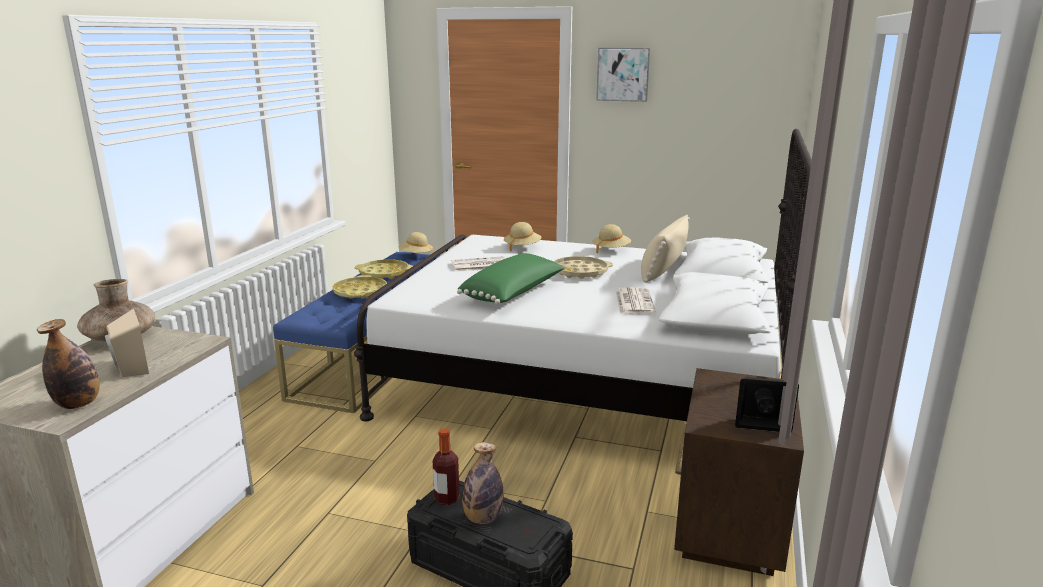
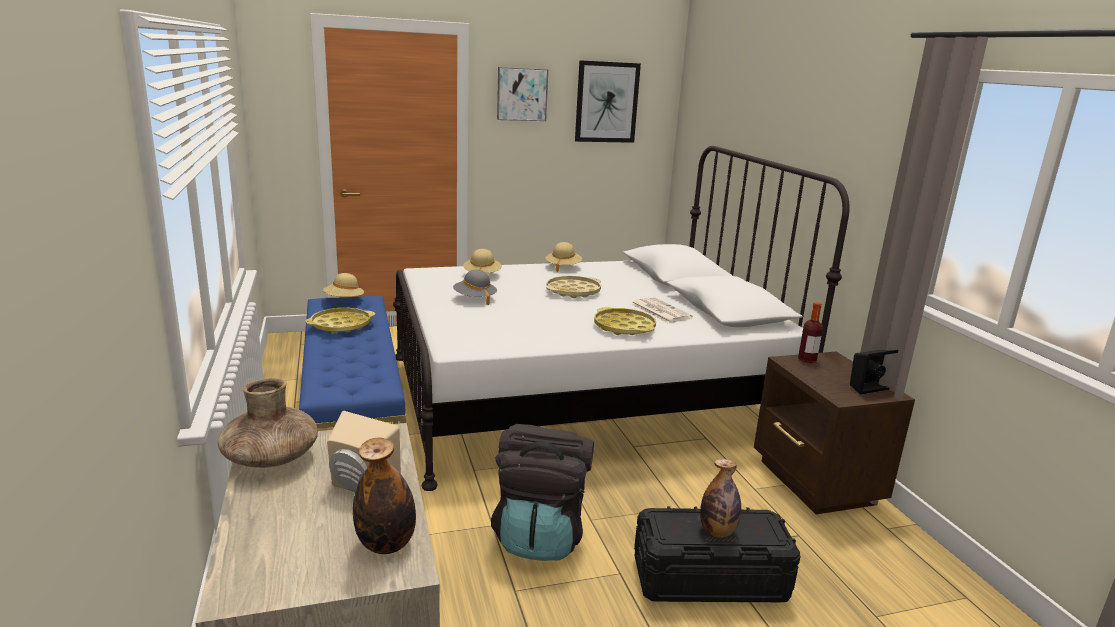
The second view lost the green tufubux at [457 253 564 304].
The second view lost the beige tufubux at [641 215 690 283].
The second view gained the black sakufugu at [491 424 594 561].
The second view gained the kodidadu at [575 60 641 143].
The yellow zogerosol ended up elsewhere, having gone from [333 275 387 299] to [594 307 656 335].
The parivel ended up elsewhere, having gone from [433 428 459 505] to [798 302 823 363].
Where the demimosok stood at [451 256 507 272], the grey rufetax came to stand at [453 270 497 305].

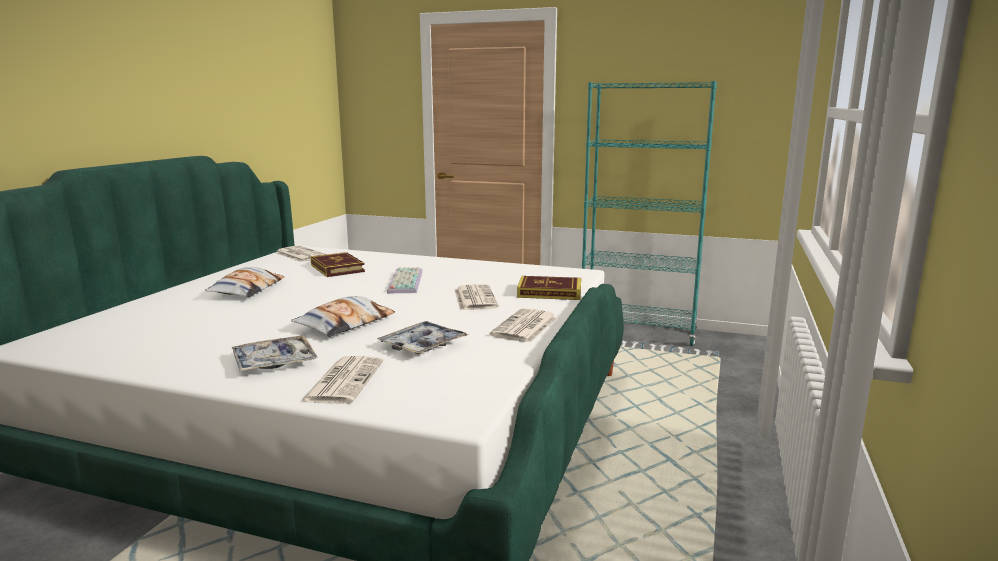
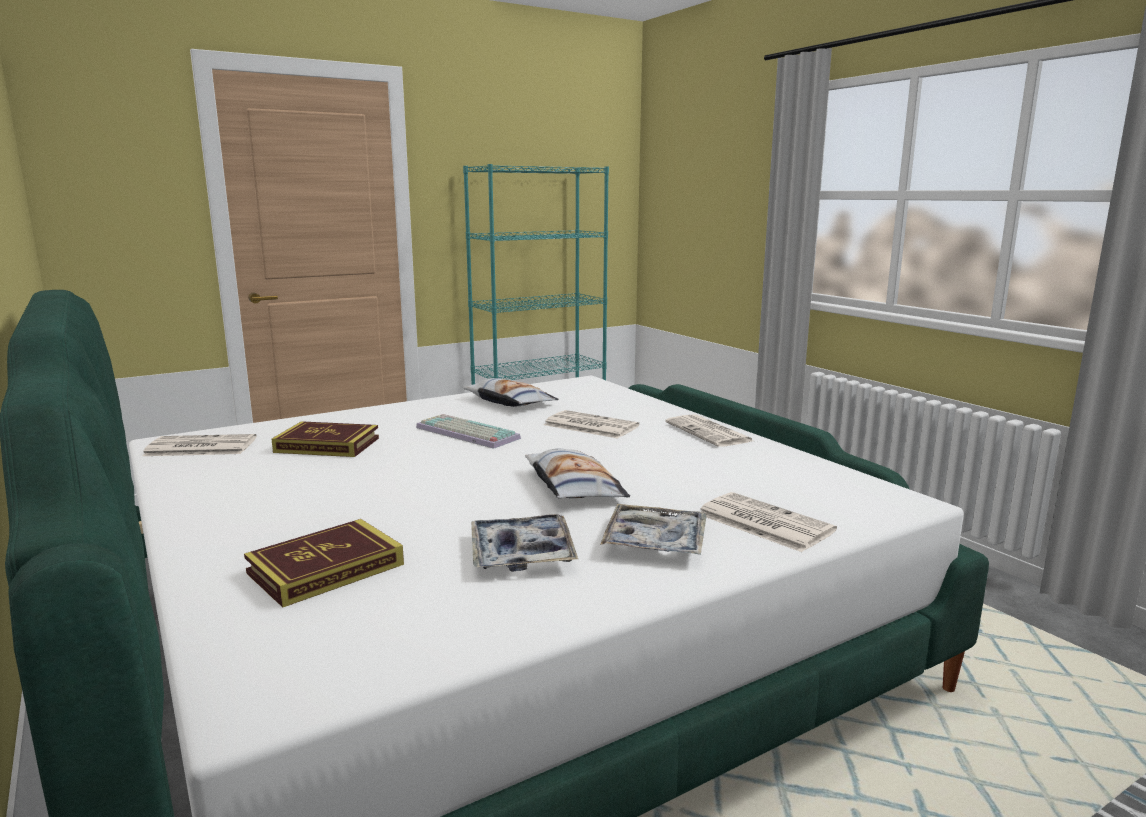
The tufubux ended up elsewhere, having gone from [205 267 285 297] to [463 378 559 407].
The zogerosol ended up elsewhere, having gone from [377 321 468 355] to [471 514 578 572].
The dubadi ended up elsewhere, having gone from [517 276 581 300] to [244 519 404 608].

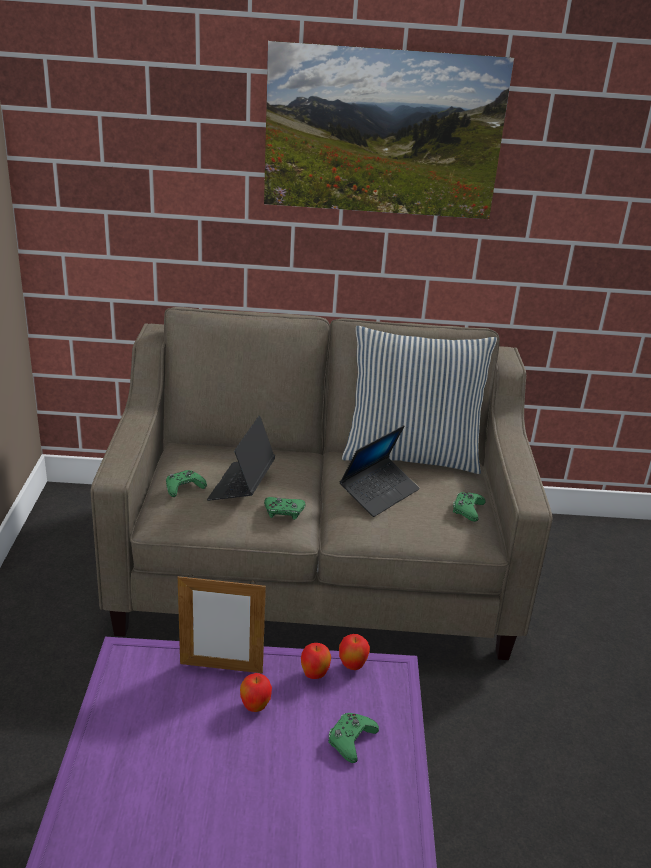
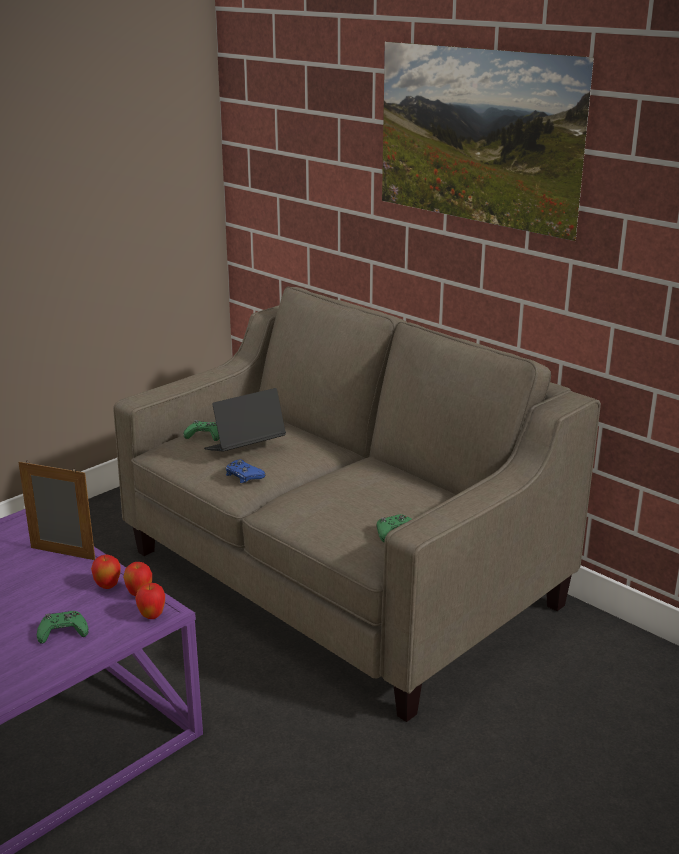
The second view lost the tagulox at [340 425 420 517].
The second view lost the tufubux at [342 326 497 474].
The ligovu ended up elsewhere, having gone from [240 673 272 712] to [135 583 165 619].
What was the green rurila at [264 497 306 520] turned into the blue rurila at [226 460 265 483].
The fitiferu at [178 574 266 673] ended up facing another way, 150 degrees clockwise from before.

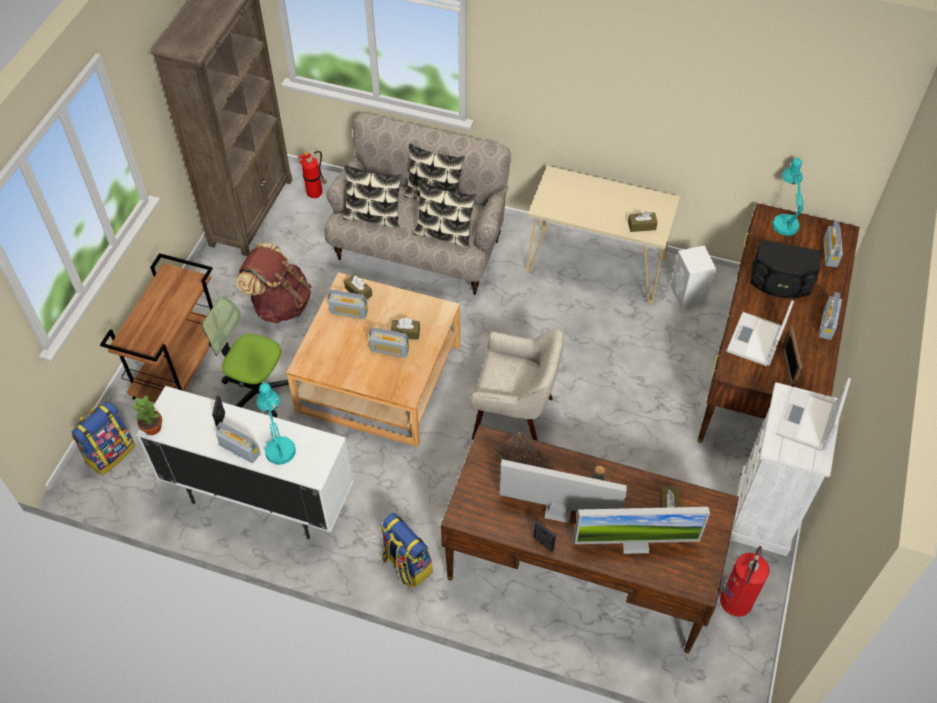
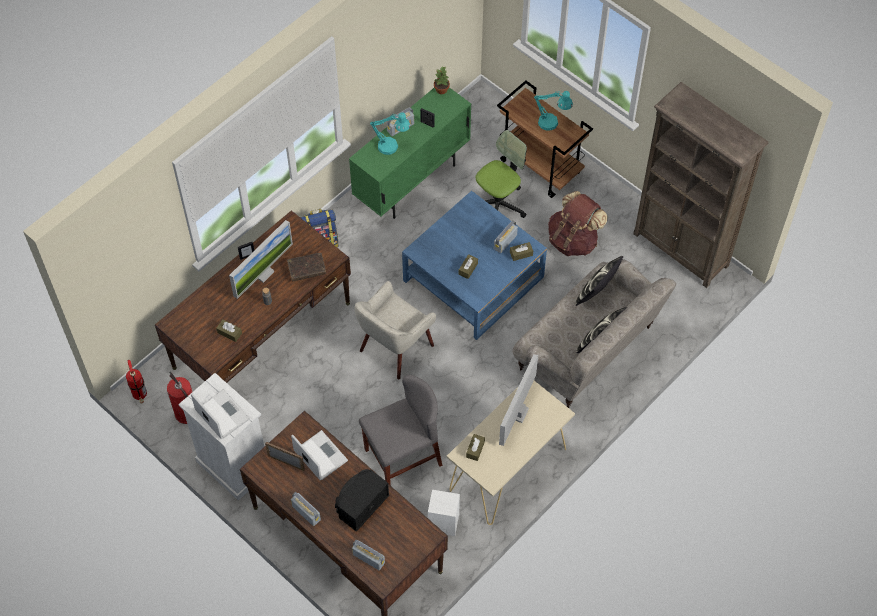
The second view lost the sakufugu at [71 401 135 475].
The second view lost the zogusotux at [369 327 409 358].
The second view lost the tufubux at [413 181 477 249].
The second view gained the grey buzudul at [359 375 442 486].
The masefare ended up elsewhere, having gone from [298 151 327 198] to [126 360 147 404].
The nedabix ended up elsewhere, having gone from [573 507 710 554] to [499 354 538 446].
The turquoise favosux ended up elsewhere, having gone from [772 158 804 236] to [534 91 573 131].
What was the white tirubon at [137 386 353 539] turned into the green tirubon at [349 87 471 219].
What was the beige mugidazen at [286 272 460 447] turned into the blue mugidazen at [402 191 547 340].

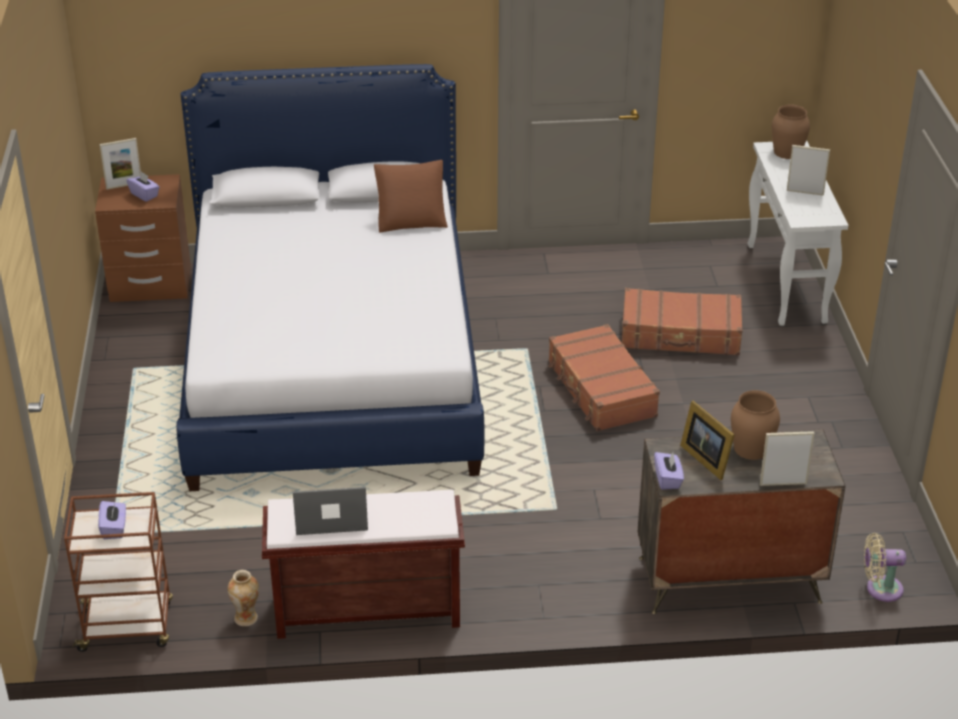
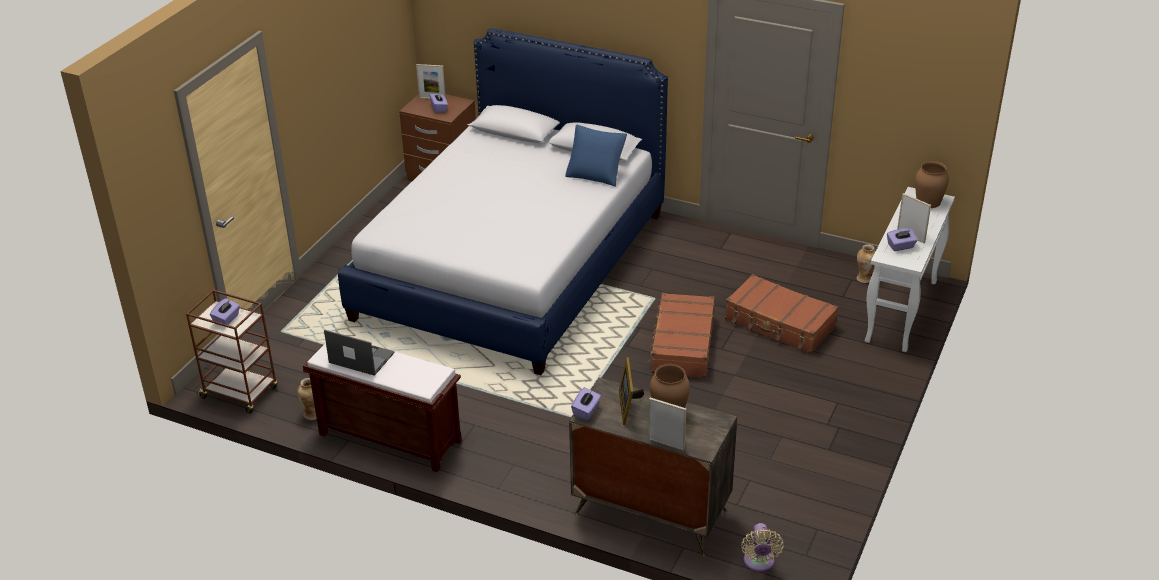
The second view gained the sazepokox at [857 244 876 283].
The second view gained the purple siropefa at [887 228 918 251].
What was the brown tufubux at [374 160 448 232] turned into the blue tufubux at [565 124 627 187].
The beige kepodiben at [864 533 906 602] ended up facing another way, 120 degrees counterclockwise from before.

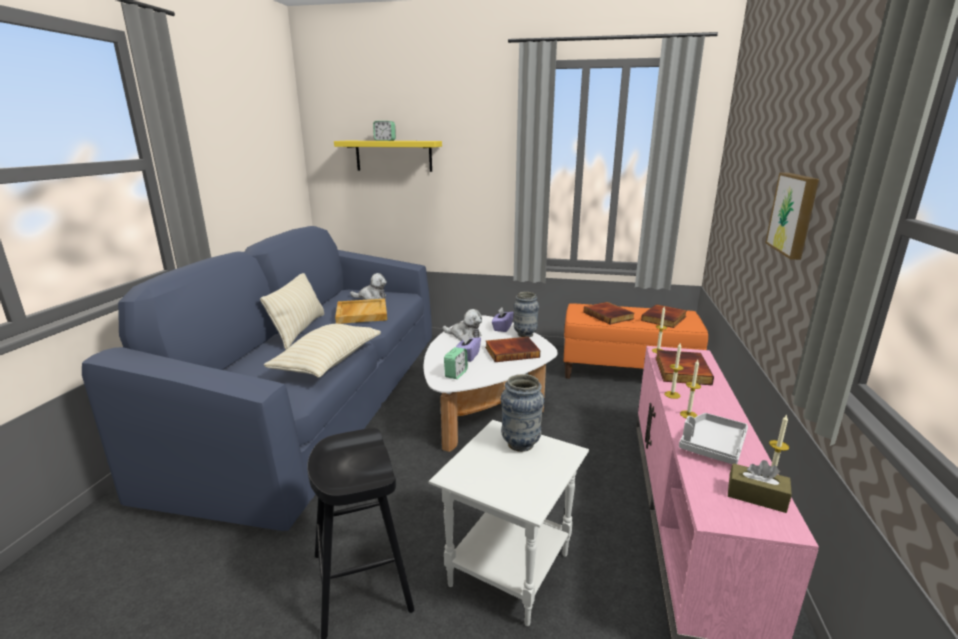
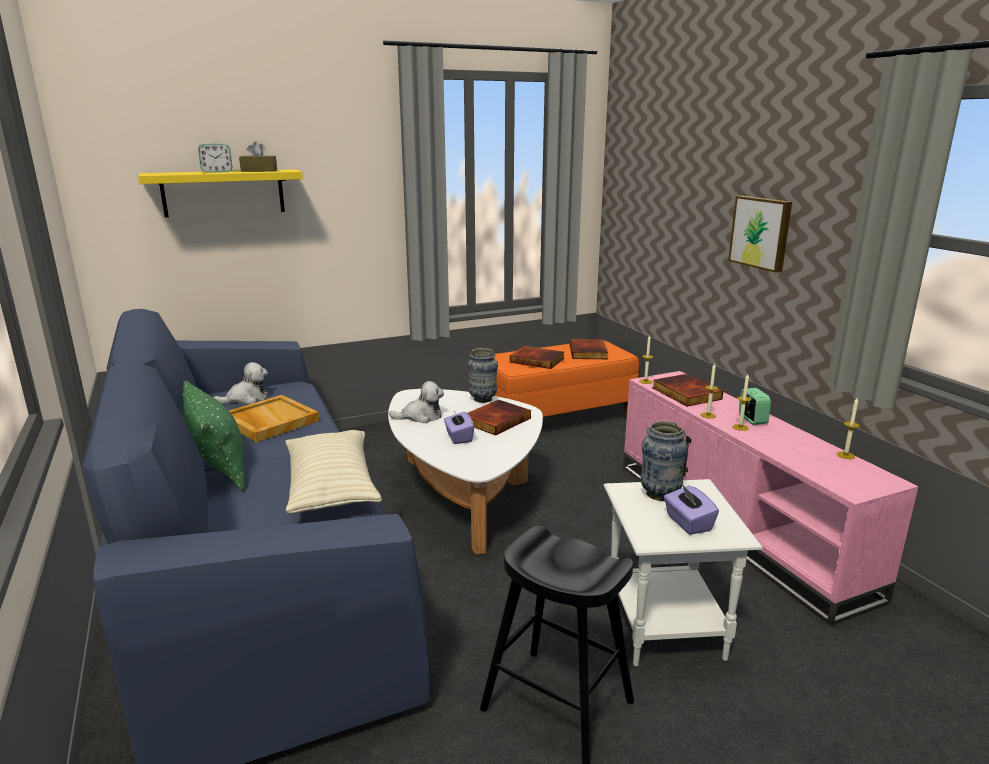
The second view lost the grey zogerosol at [679 413 748 464].
The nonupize ended up elsewhere, having gone from [444 347 468 379] to [739 388 771 425].
The purple siropefa ended up elsewhere, having gone from [492 308 514 332] to [664 484 719 535].
The brown siropefa ended up elsewhere, having gone from [728 460 792 513] to [239 142 277 172].
What was the beige tufubux at [260 273 324 350] turned into the green tufubux at [182 380 245 491].

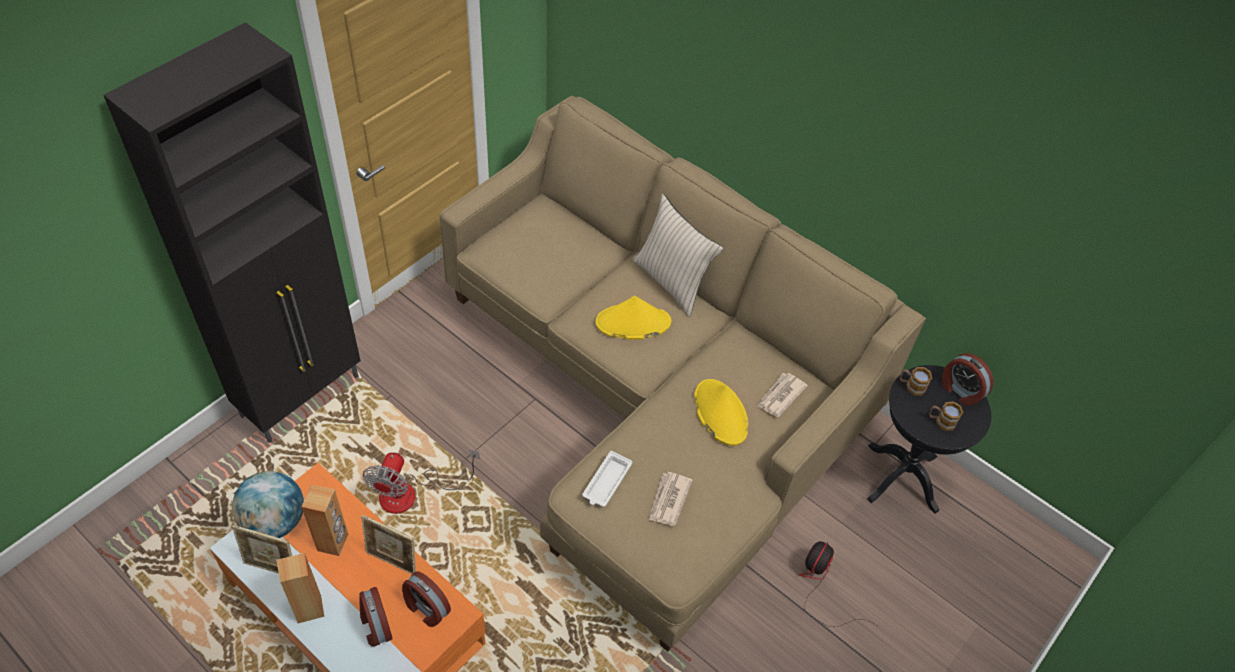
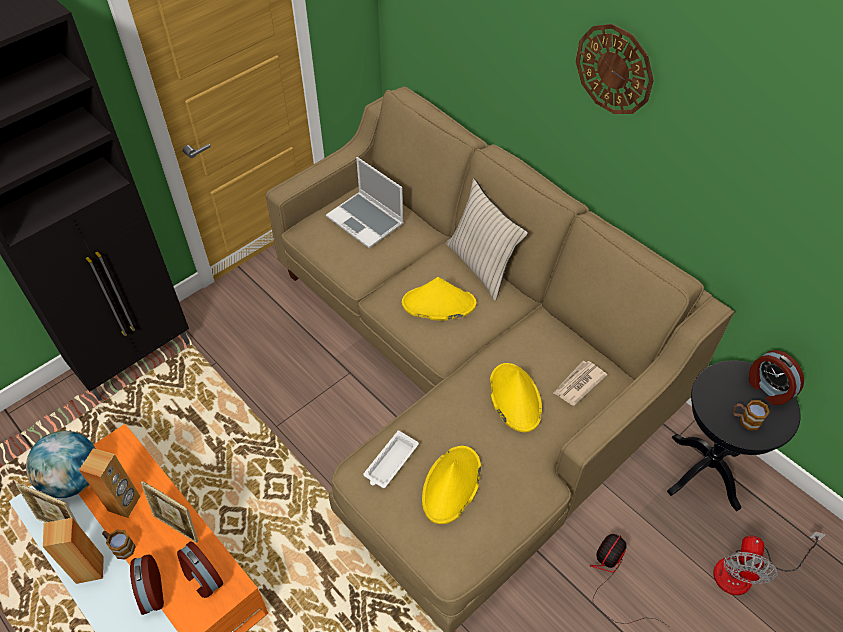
The second view gained the tagulox at [326 157 404 248].
The second view gained the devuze at [576 24 654 114].
The kepodiben ended up elsewhere, having gone from [363 449 480 514] to [713 531 826 595].
The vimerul ended up elsewhere, having gone from [900 367 932 396] to [102 529 136 560].
Where the demimosok stood at [649 472 693 526], the yellow rufetax came to stand at [422 446 481 524].

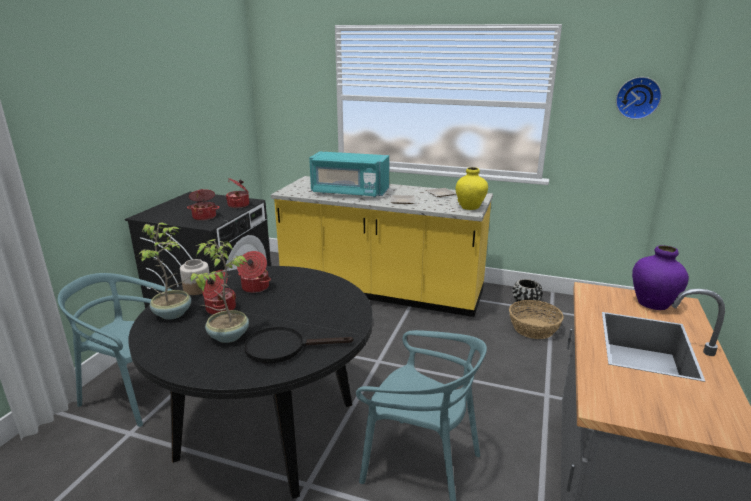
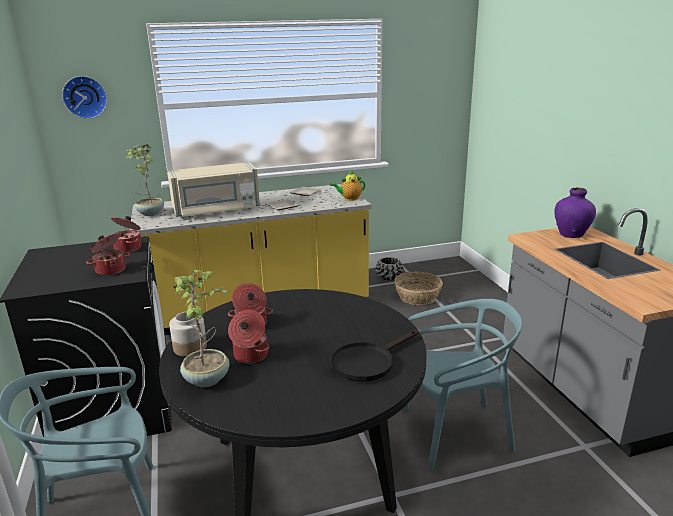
The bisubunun ended up elsewhere, having gone from [190 239 249 343] to [126 144 164 216].
The devuze ended up elsewhere, having gone from [616 77 662 119] to [62 76 107 119].
Where the yellow sazepokox stood at [456 167 488 210], the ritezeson came to stand at [330 170 366 201].
What was the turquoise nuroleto at [309 151 389 198] turned into the beige nuroleto at [167 162 260 217].

